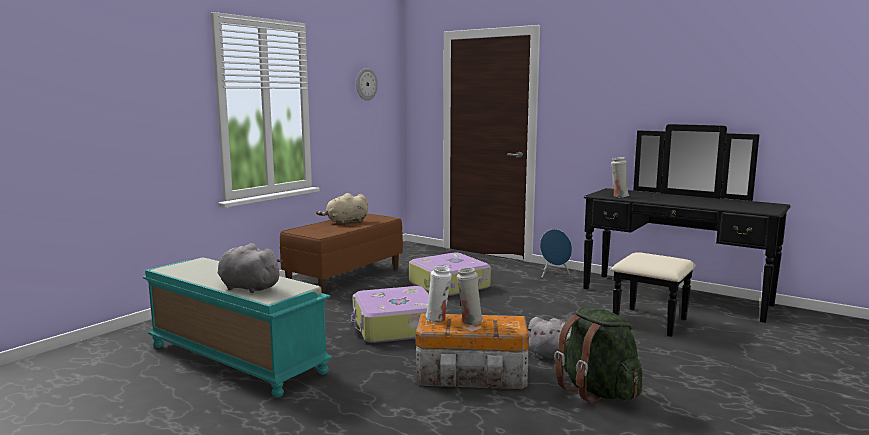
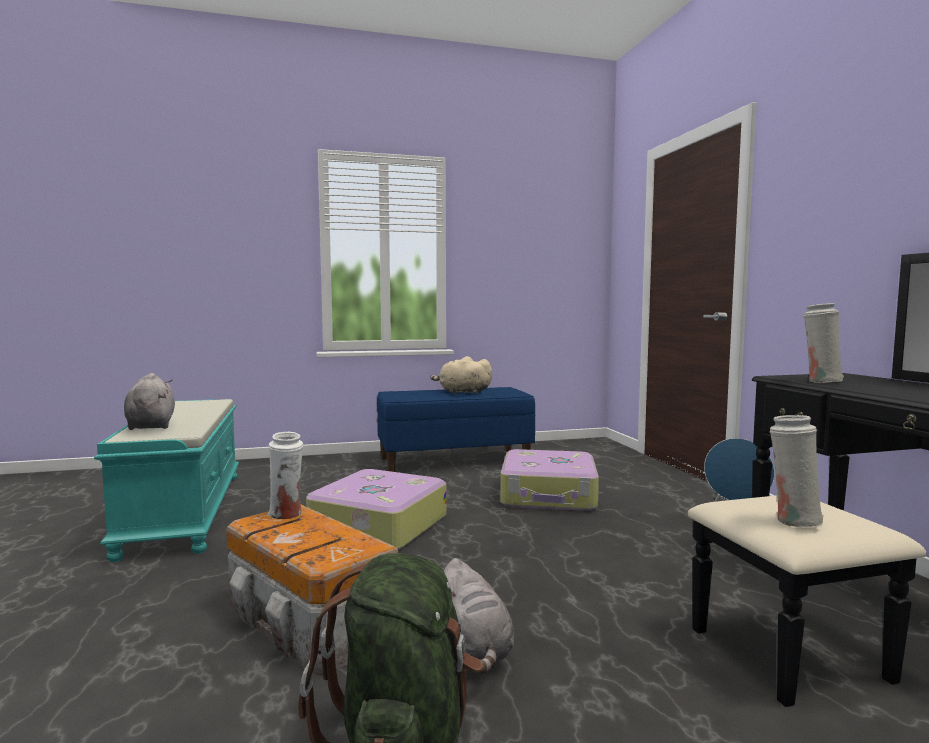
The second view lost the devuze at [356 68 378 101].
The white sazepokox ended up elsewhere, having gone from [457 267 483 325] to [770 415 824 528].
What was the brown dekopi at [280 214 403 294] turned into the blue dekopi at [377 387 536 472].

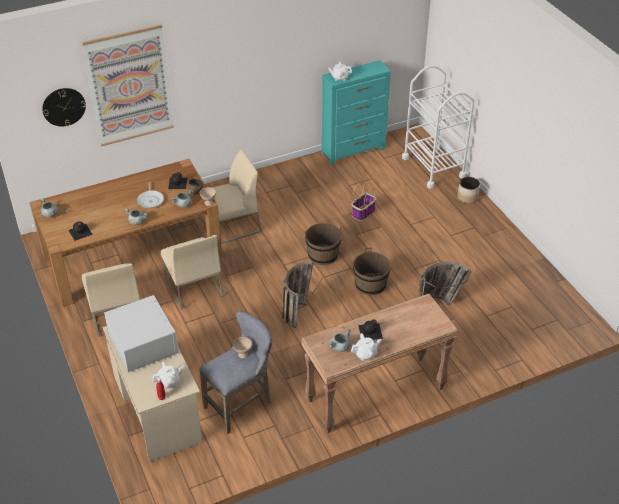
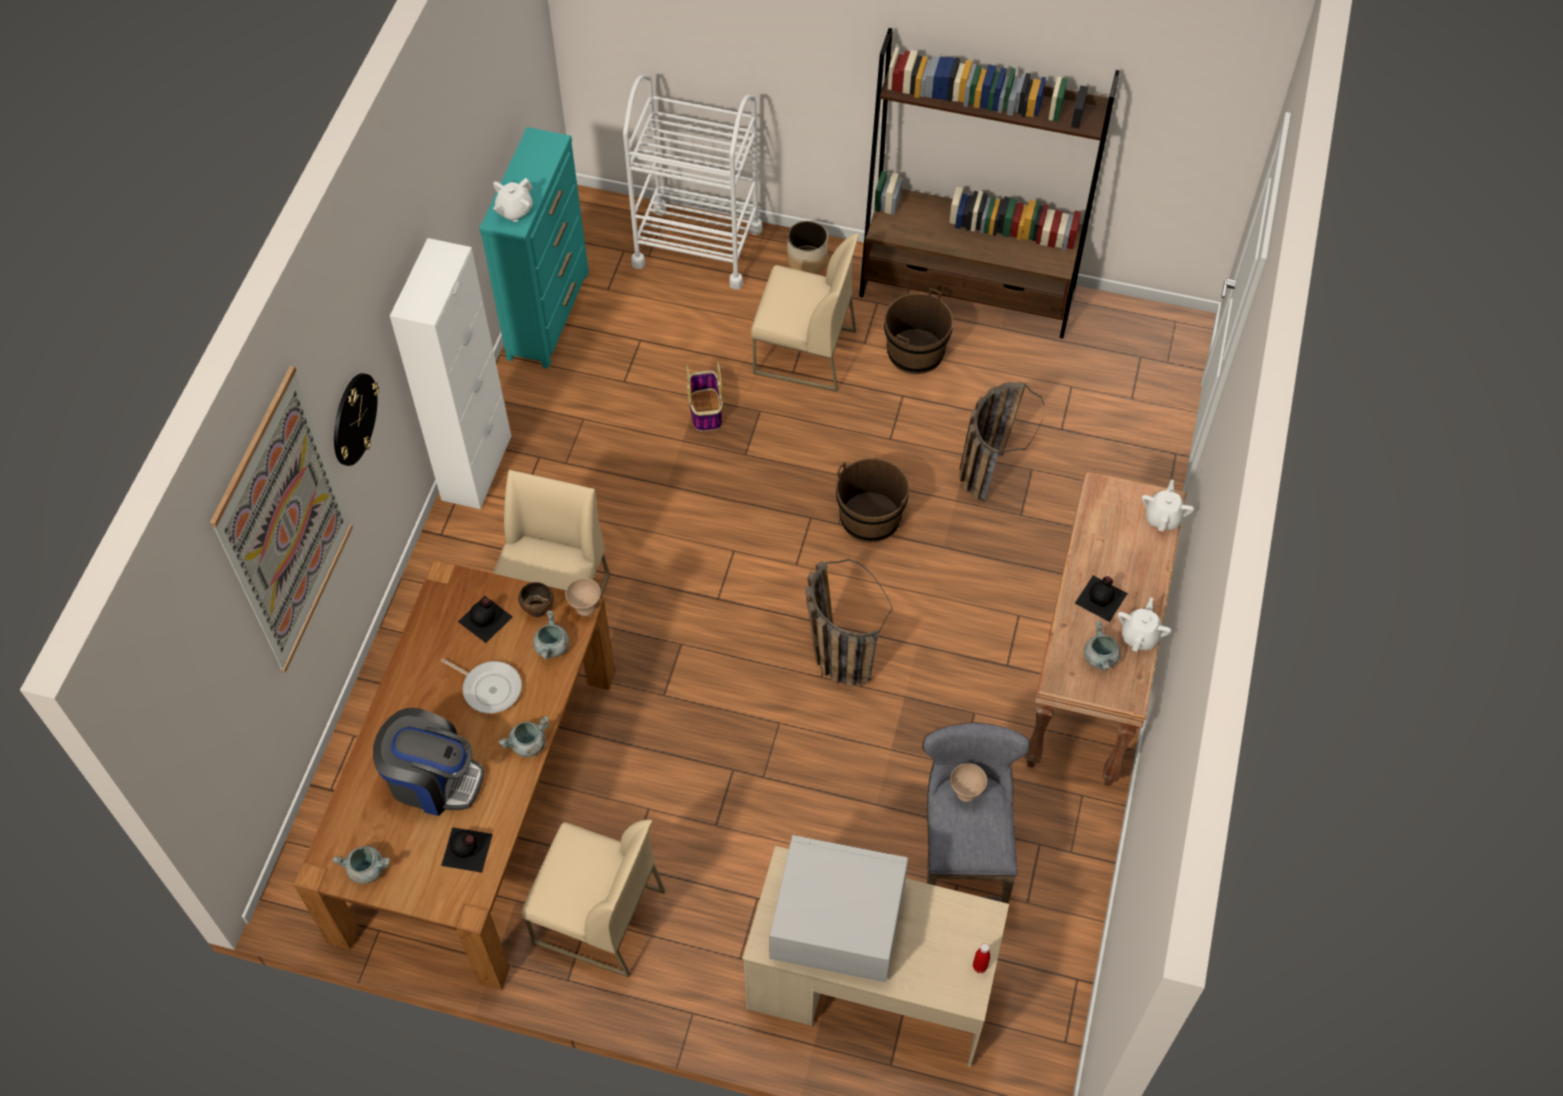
The second view gained the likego at [373 708 484 816].
The second view gained the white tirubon at [390 238 512 509].
The second view gained the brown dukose at [859 28 1120 339].
The devuze ended up elsewhere, having gone from [42 88 86 126] to [334 373 379 466].
The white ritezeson ended up elsewhere, having gone from [152 362 183 389] to [1142 480 1194 531].
The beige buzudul ended up elsewhere, having gone from [161 235 223 310] to [751 234 859 392].
The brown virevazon ended up elsewhere, having gone from [305 223 342 265] to [884 288 953 374].

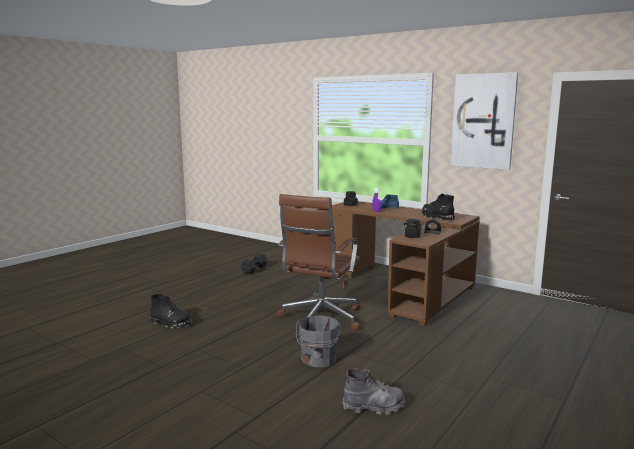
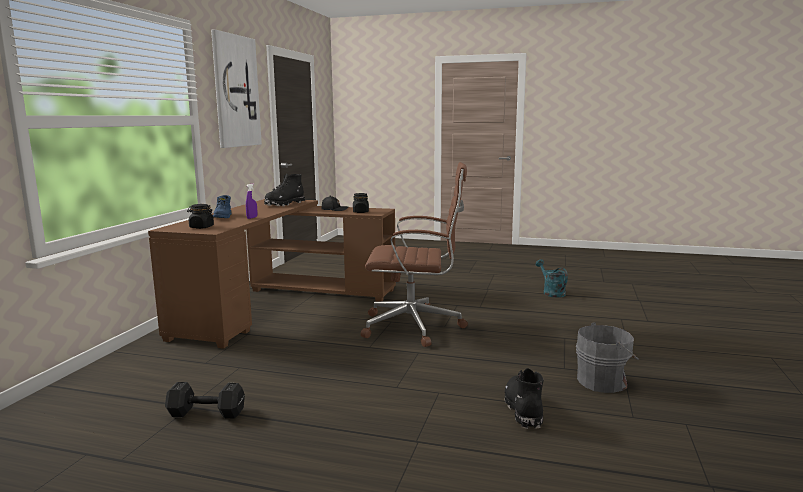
The grey virevazon ended up elsewhere, having gone from [296 316 341 367] to [576 322 639 393].
Where the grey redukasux stood at [343 368 405 415], the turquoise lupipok came to stand at [535 259 568 298].

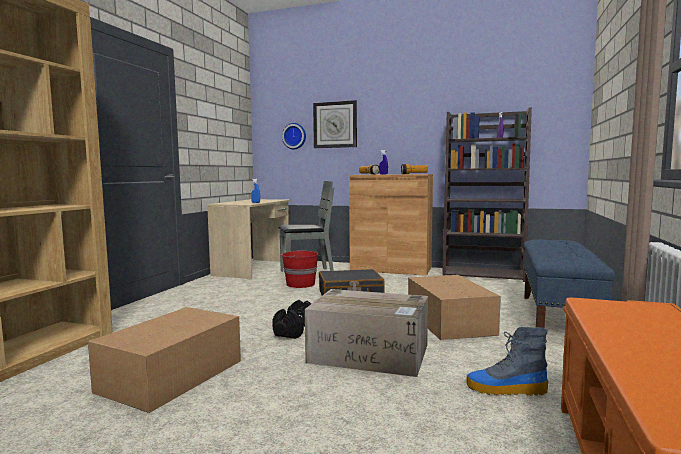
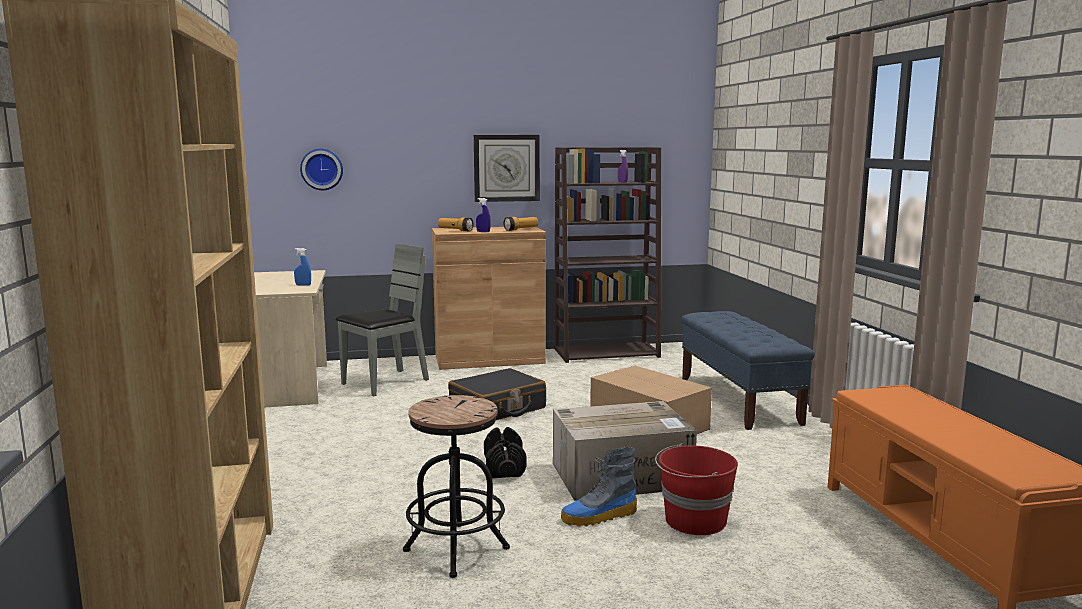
The red virevazon ended up elsewhere, having gone from [280 250 318 288] to [655 443 738 535].
The devuze ended up elsewhere, having gone from [313 100 357 148] to [474 135 540 202].
The redukasux ended up elsewhere, having gone from [466 327 548 395] to [561 446 637 527].
Where the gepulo stood at [88 307 241 413], the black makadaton came to stand at [403 395 510 578].

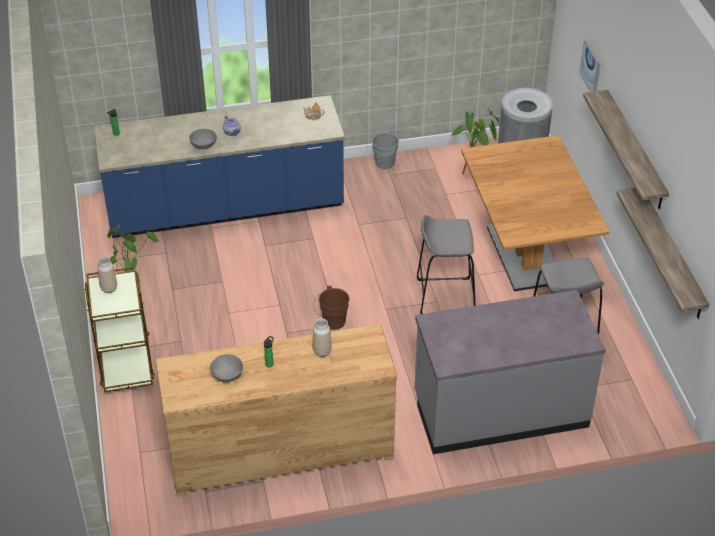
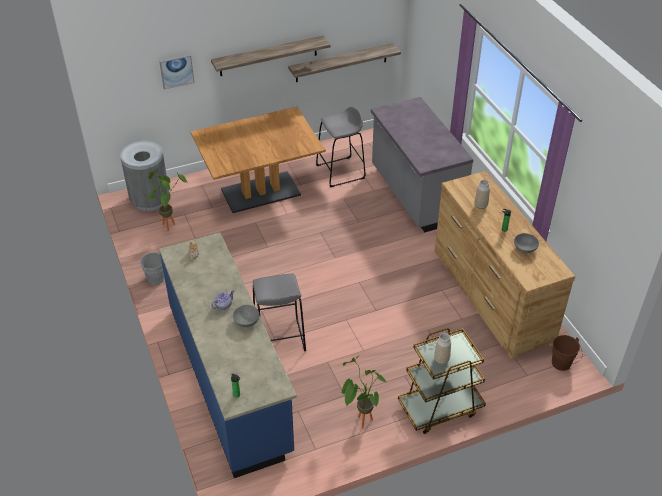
The brown virevazon ended up elsewhere, having gone from [314 286 349 330] to [552 335 583 371].
The grey makadaton ended up elsewhere, having gone from [417 215 476 314] to [253 274 306 351].

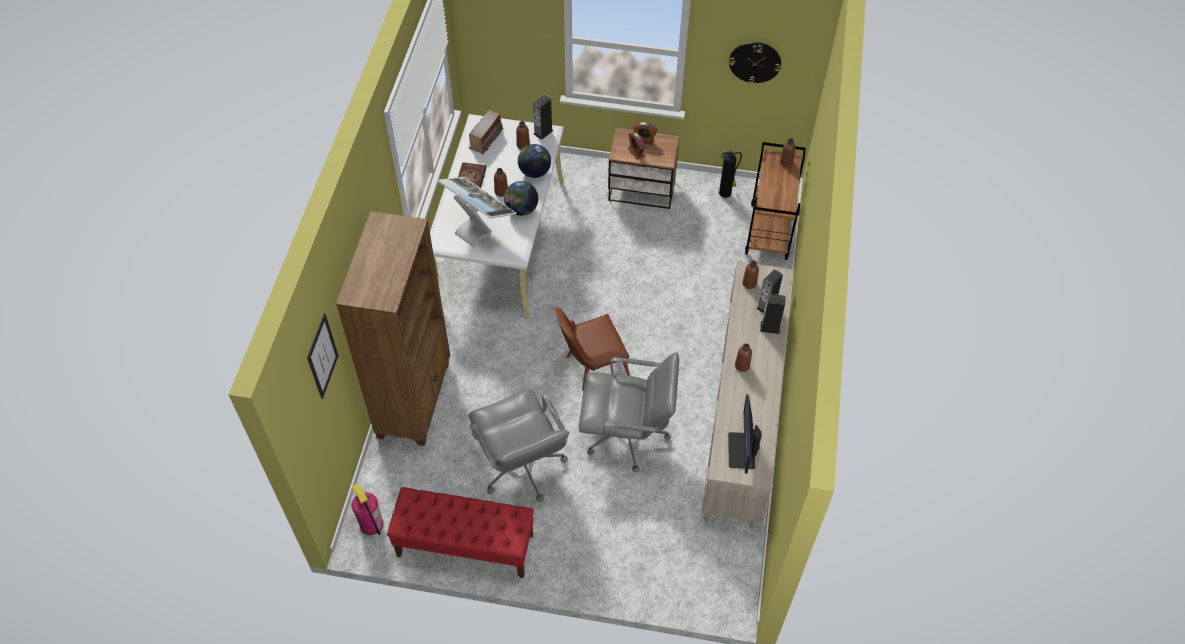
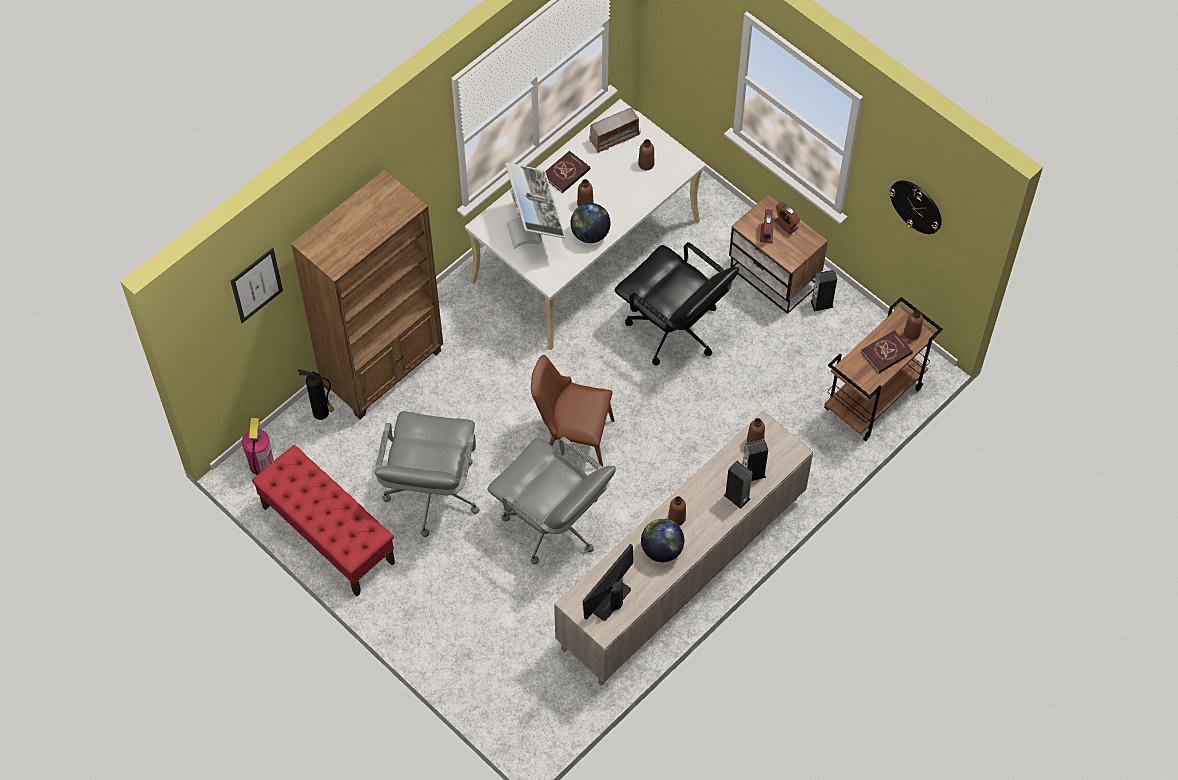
The second view gained the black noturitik at [615 242 739 366].
The second view gained the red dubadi at [861 330 913 373].
The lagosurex ended up elsewhere, having gone from [518 144 551 178] to [641 519 685 562].
The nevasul ended up elsewhere, having gone from [533 95 553 140] to [810 270 837 312].
The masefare ended up elsewhere, having gone from [719 151 742 198] to [298 369 334 420].

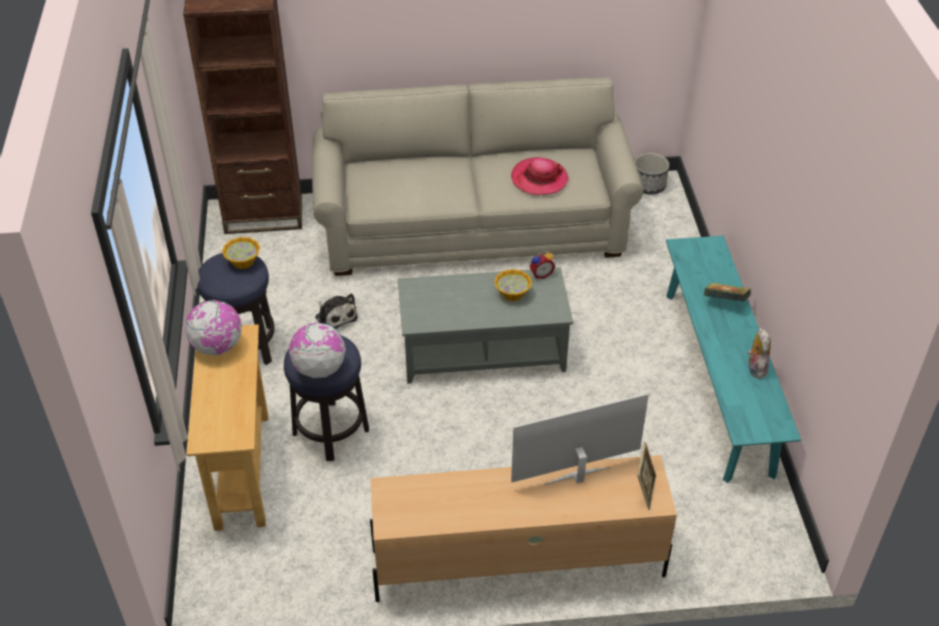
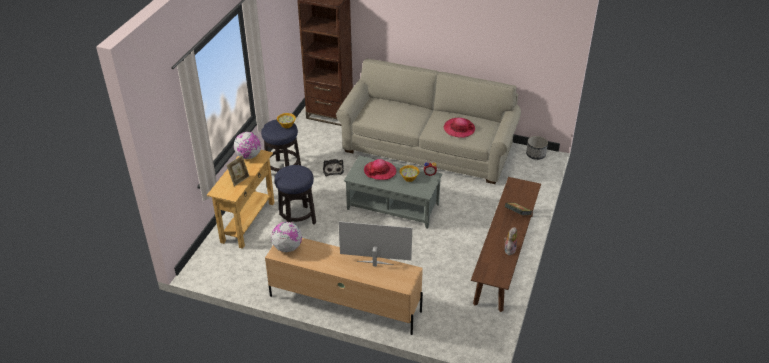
The second view gained the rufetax at [364 159 396 180].
The lagosurex ended up elsewhere, having gone from [289 323 346 378] to [271 222 302 252].
The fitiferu ended up elsewhere, having gone from [637 442 656 510] to [226 156 250 186].
What was the turquoise dekopi at [666 236 801 483] turned into the brown dekopi at [471 177 541 312].

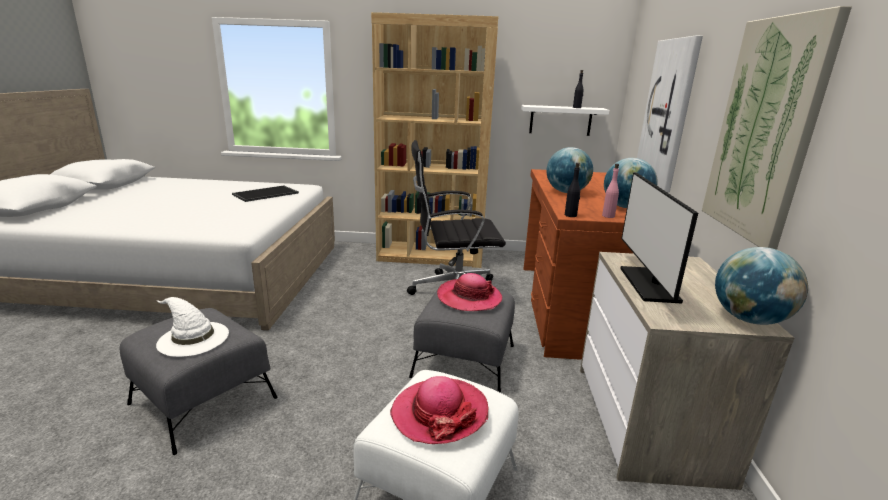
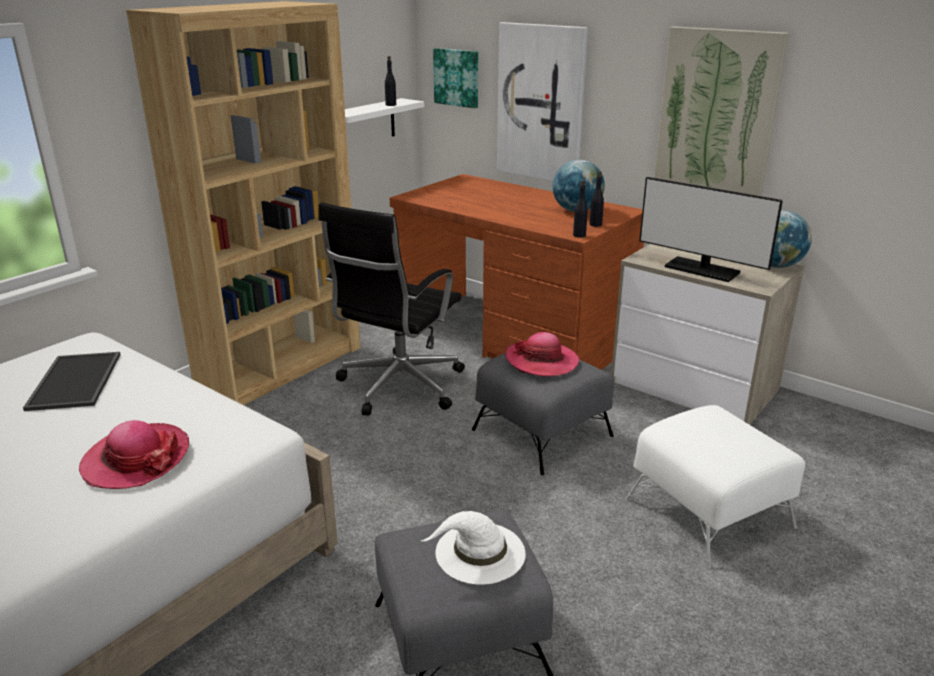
The second view lost the lagosurex at [546 147 593 193].
The second view gained the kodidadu at [433 48 478 108].
The rufetax ended up elsewhere, having gone from [390 376 489 444] to [79 420 189 489].
What was the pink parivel at [602 164 619 218] turned into the black parivel at [589 171 604 227].

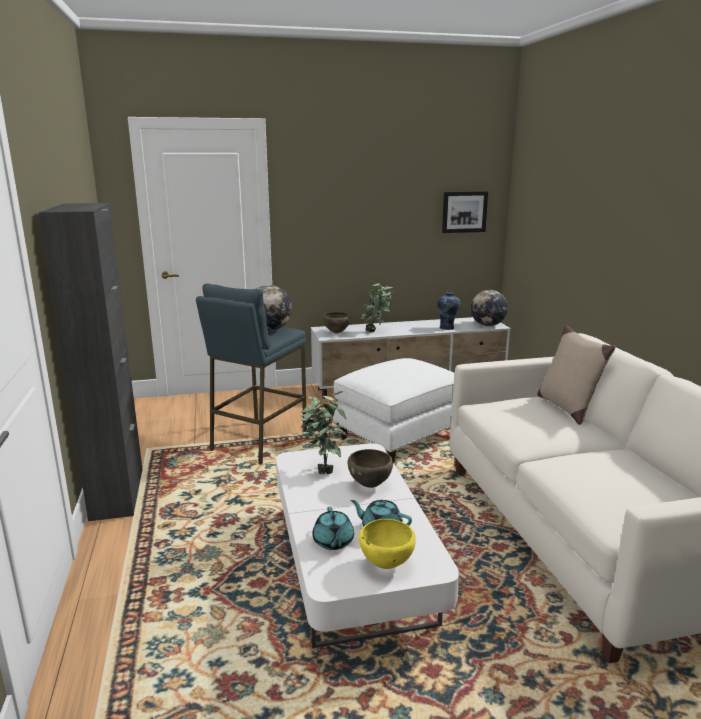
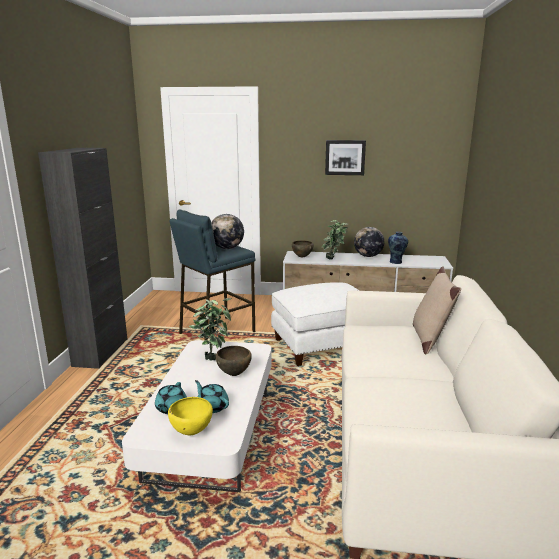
The kodidadu ended up elsewhere, having gone from [442 191 488 233] to [325 140 366 175].
The lagosurex ended up elsewhere, having gone from [471 290 508 326] to [354 227 384 257].

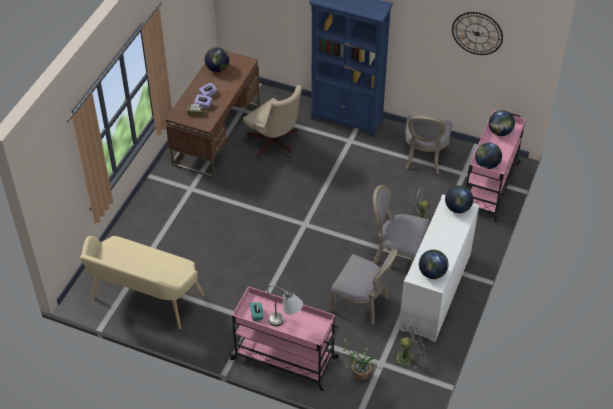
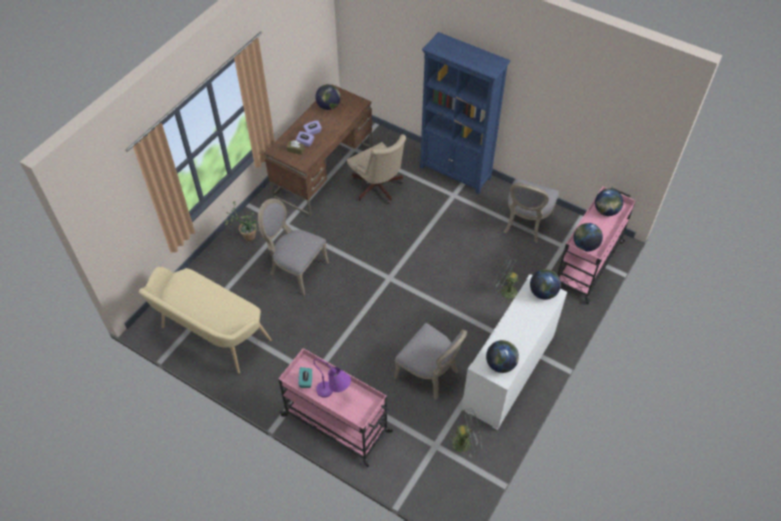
The second view lost the devuze at [452 12 503 55].
The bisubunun ended up elsewhere, having gone from [343 339 381 381] to [225 201 260 241].
The grey buzudul ended up elsewhere, having gone from [373 185 429 263] to [258 198 329 295].
What was the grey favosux at [267 285 303 326] turned into the purple favosux at [314 359 351 398].

